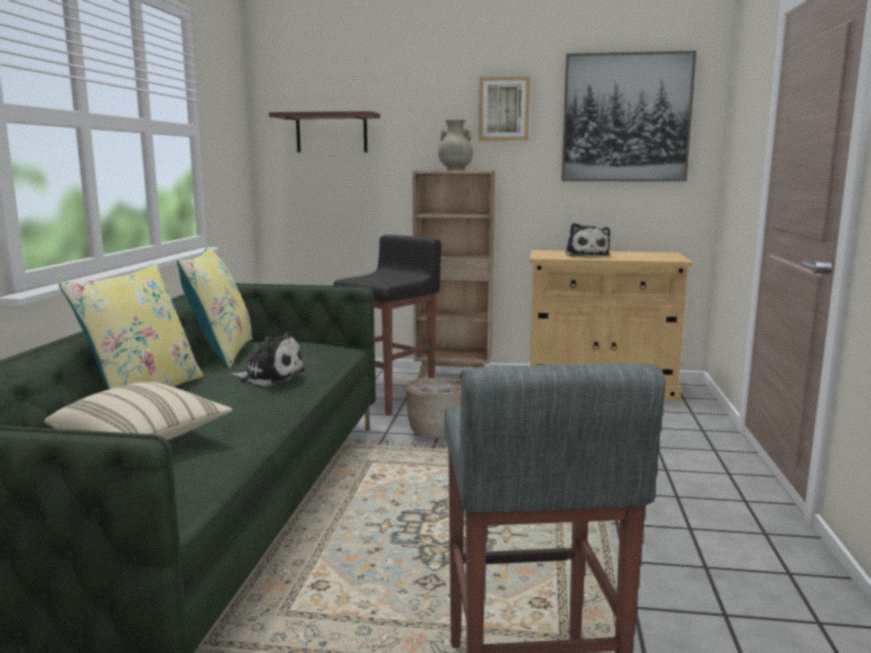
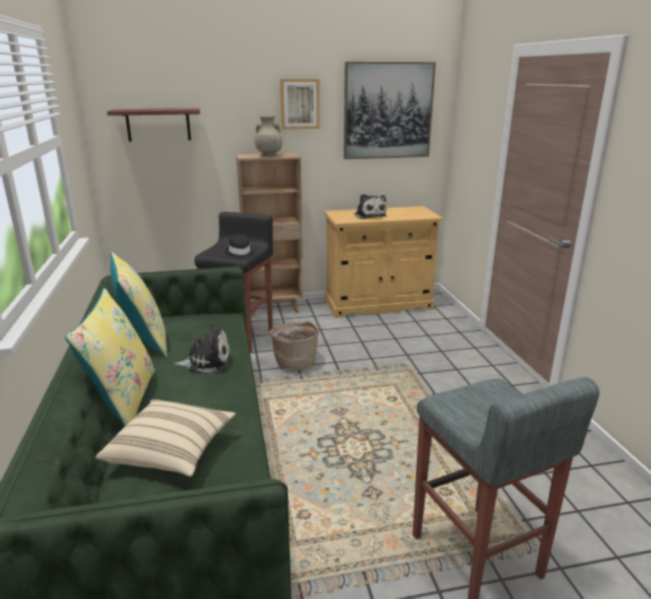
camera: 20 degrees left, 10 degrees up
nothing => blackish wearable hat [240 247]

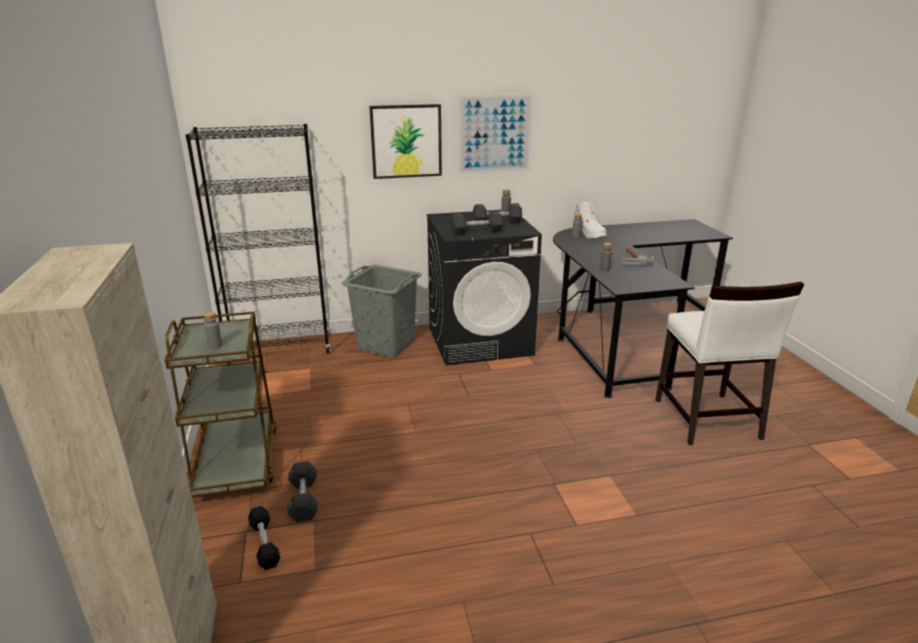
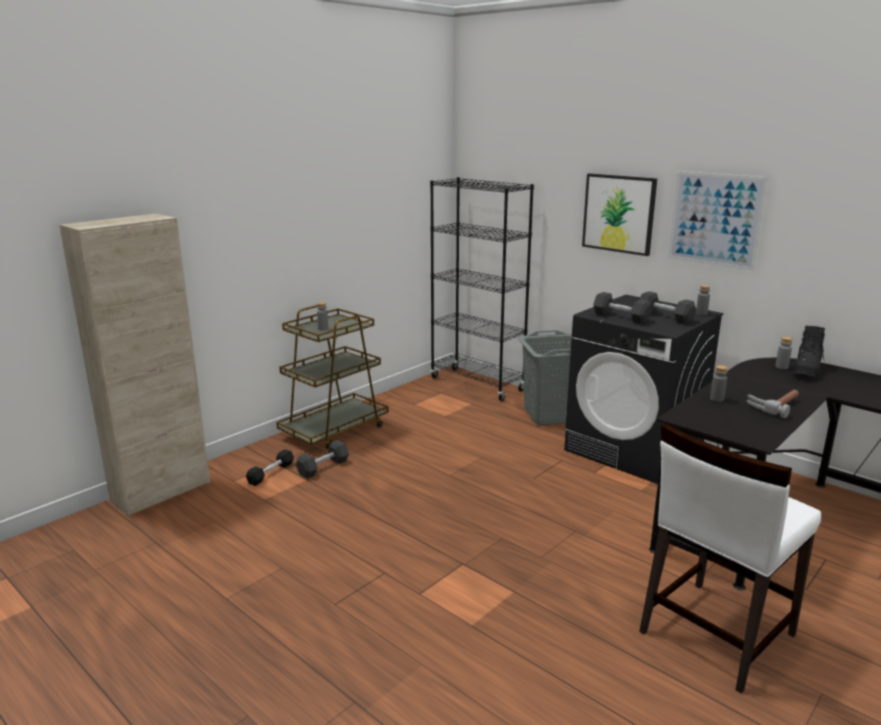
camera: 55 degrees right, 5 degrees down
whitish boot [590 220] => blackish boot [808 352]

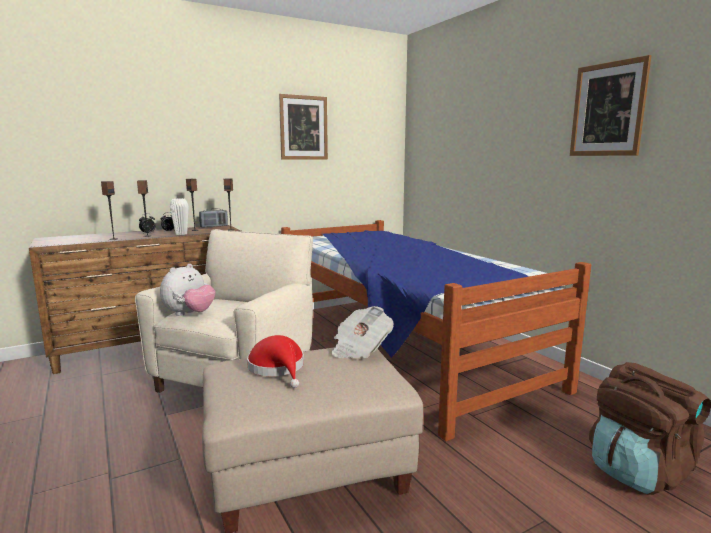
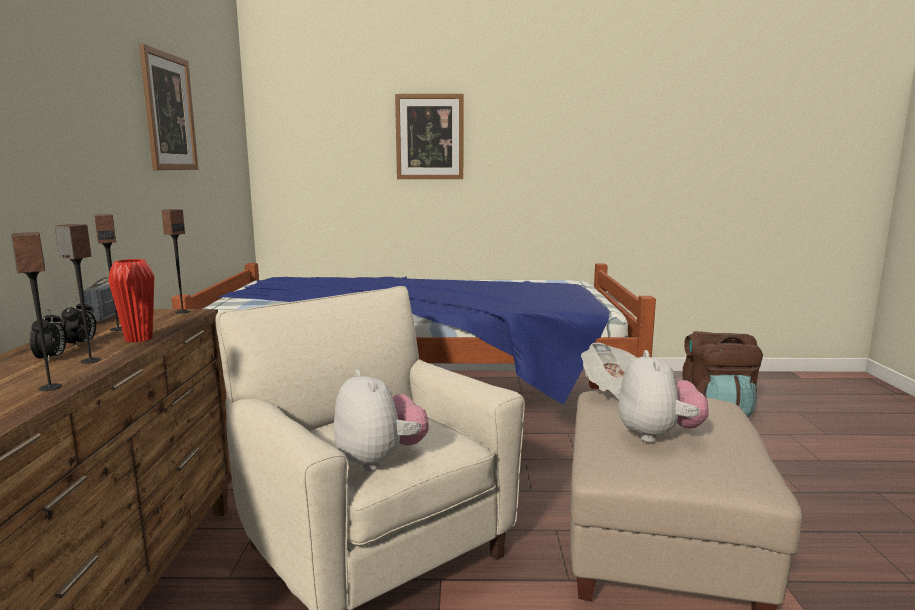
camera: 60 degrees left, 0 degrees up
whitish decorative vase [179 216] => red-coloured decorative vase [131 300]
red-coloured wearable hat [275 361] => soft toy [663 396]
wall art [611 105] => wall art [429 136], shifted

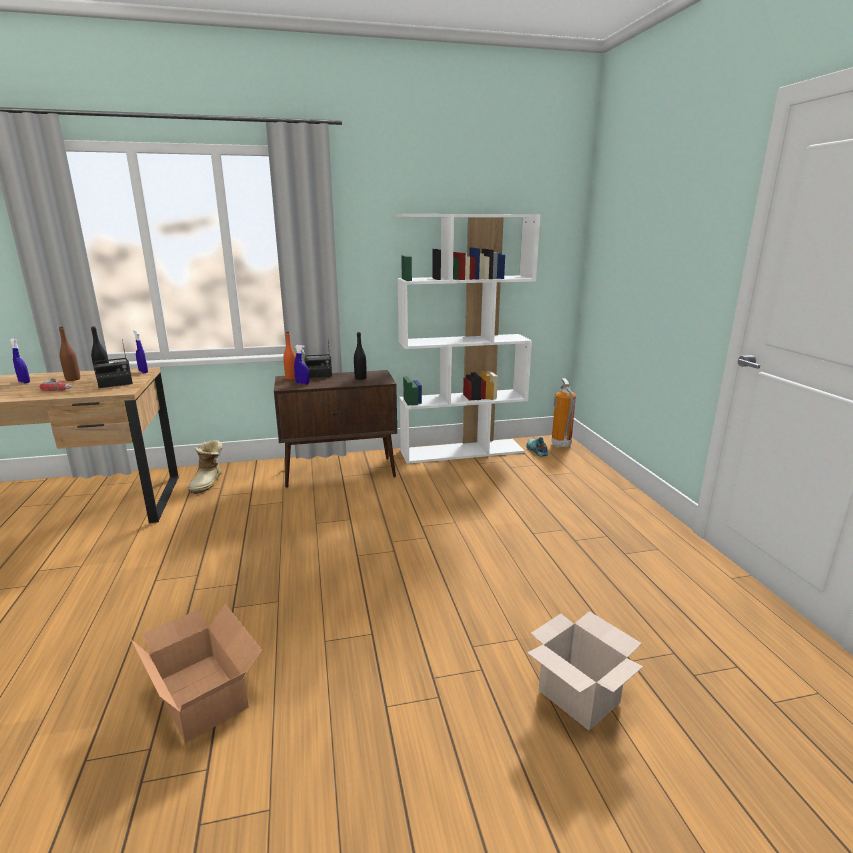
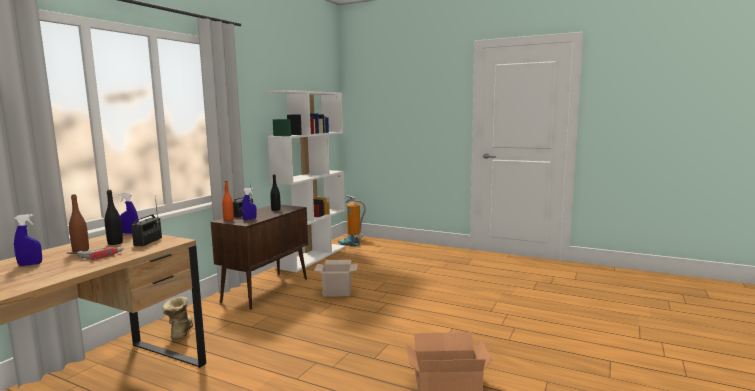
camera: 50 degrees left, 10 degrees down
boot [205 467] => boot [177 318], 150 degrees counterclockwise
packing box [585 671] => packing box [336 278], shifted

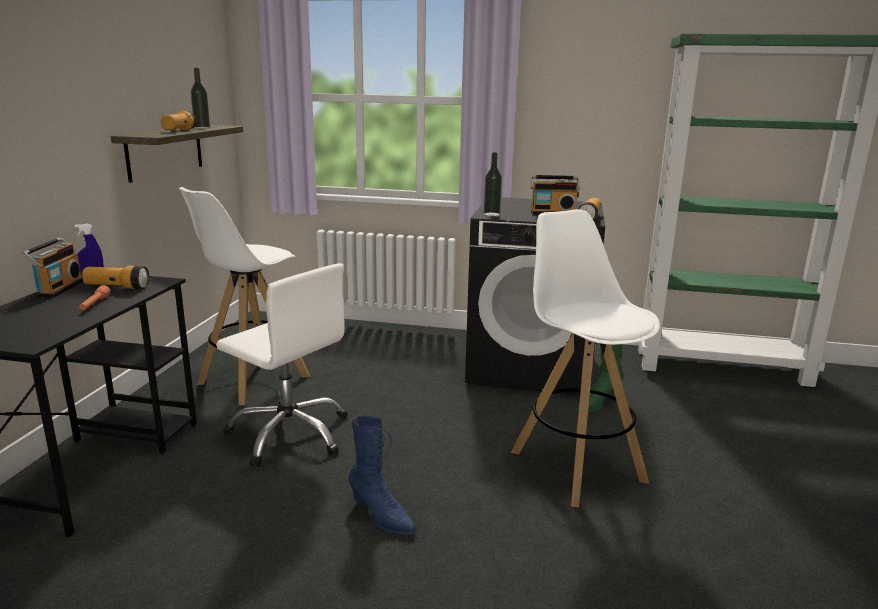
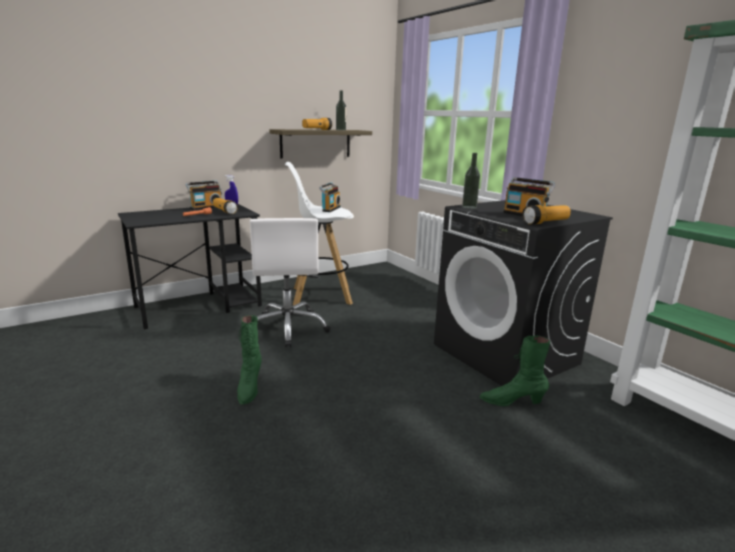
camera: 45 degrees right, 0 degrees up
blue-coloured boot [382 475] => greenish boot [249 360]
whitish sitting stool [585 358] => nothing
nothing => radio receiver [330 197]

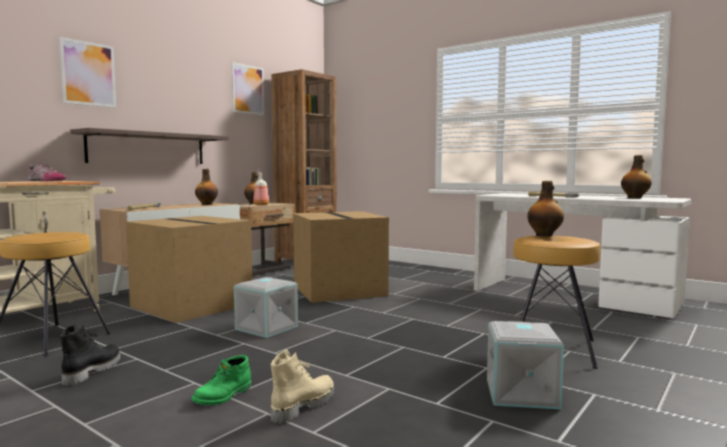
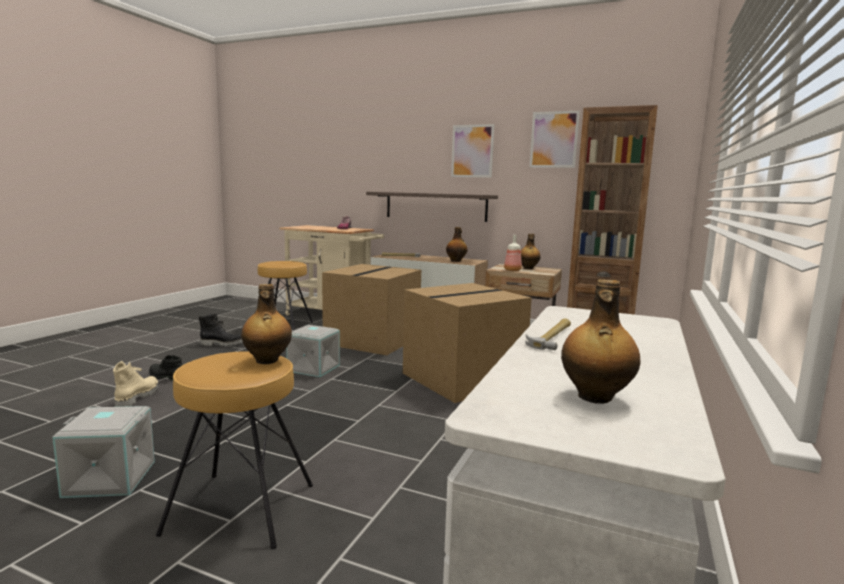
camera: 75 degrees right, 5 degrees up
wall art [87 72] => wall art [472 151], shifted
greenish boot [221 380] => blackish boot [166 367]
sand-coloured boot [303 386] => sand-coloured boot [136 384], 105 degrees counterclockwise

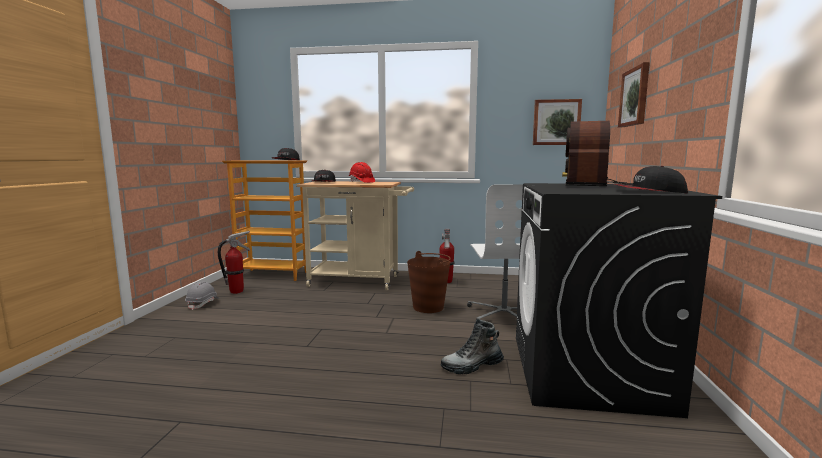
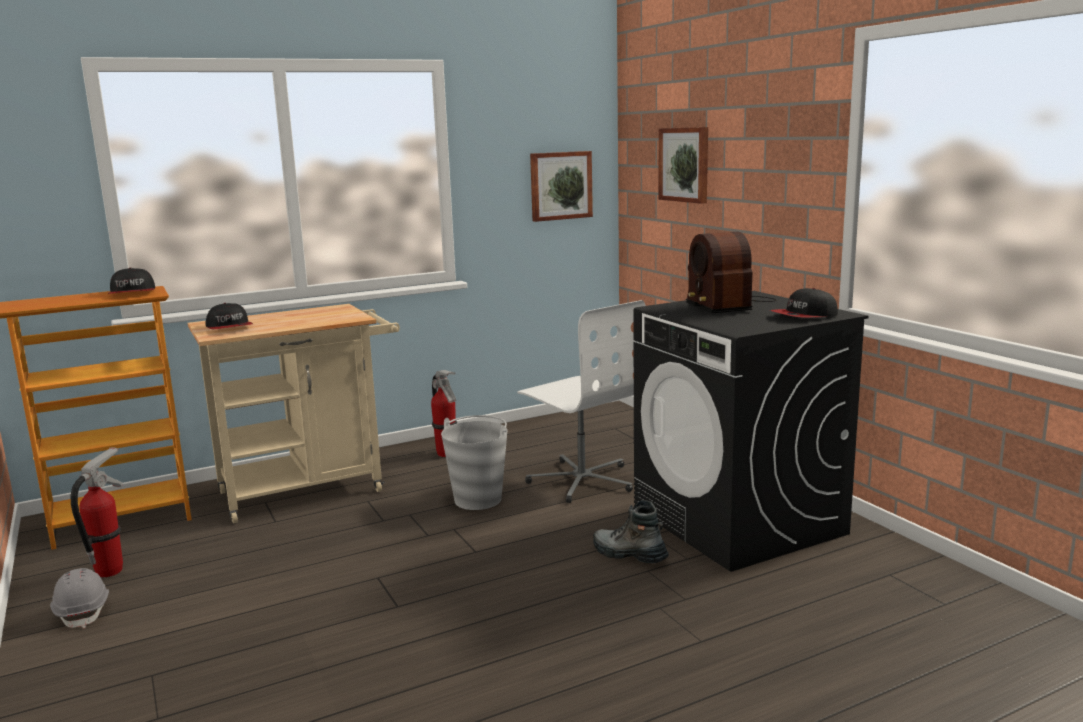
camera: 35 degrees left, 5 degrees up
red-coloured safety helmet [362 172] => nothing
brownish water bucket [429 282] => gray water bucket [474 462]
boot [472 346] => boot [631 531], 90 degrees clockwise

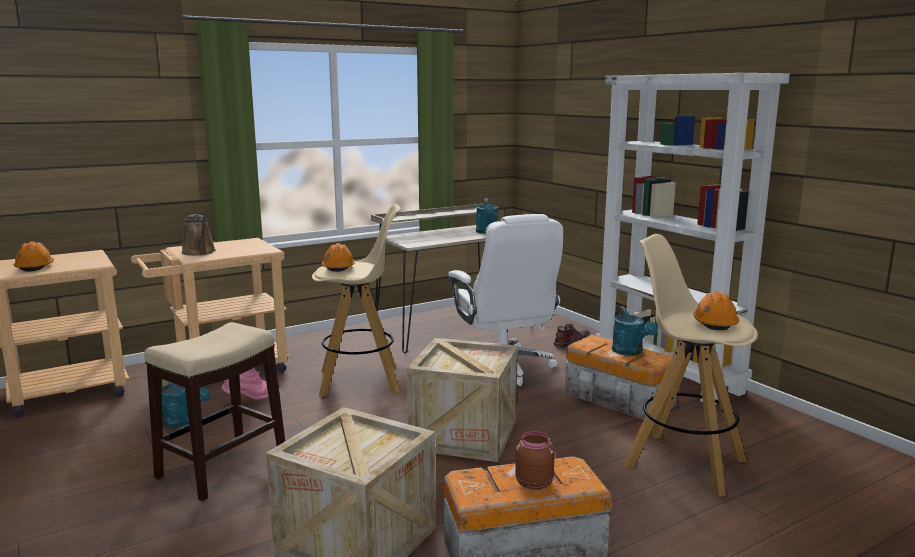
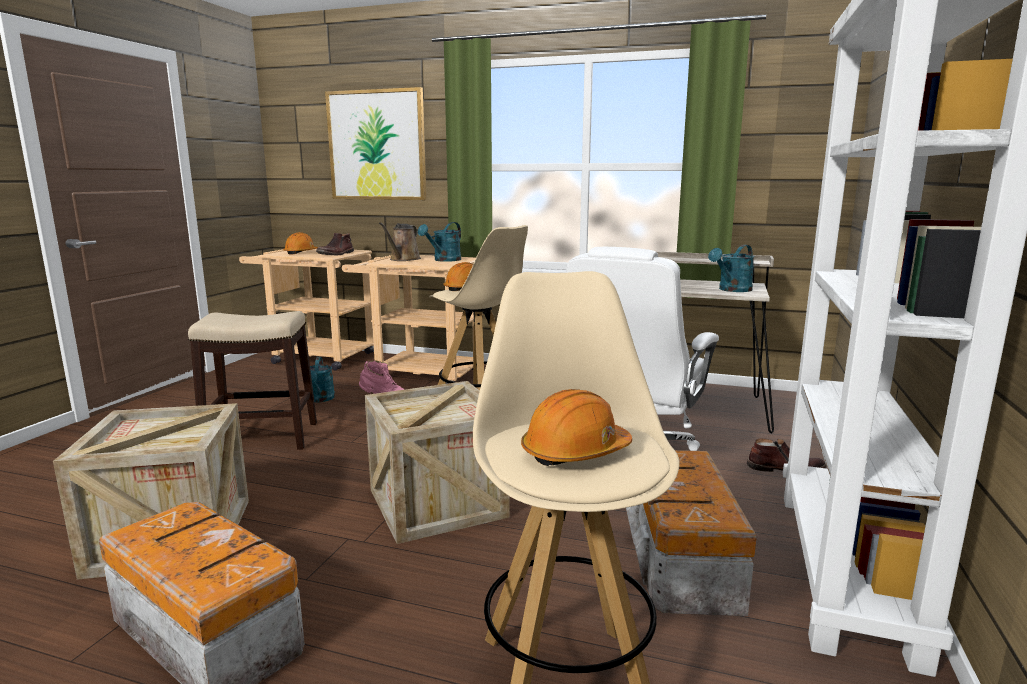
camera: 50 degrees right, 0 degrees up
brownish storage jar [535 460] => nothing
turquoise-coloured watering can [634 331] => turquoise-coloured watering can [439 242], shifted
nothing => brownish boot [335 244]
nothing => wall art [376 143]

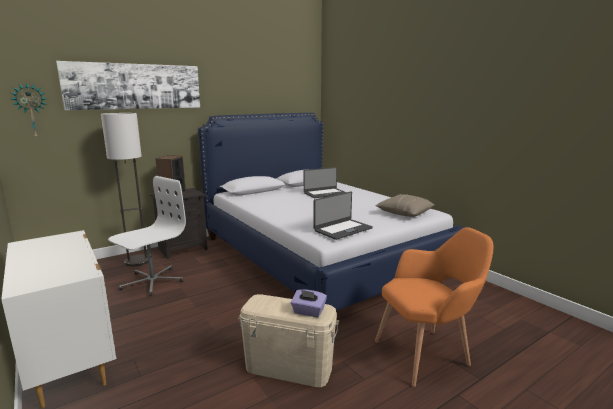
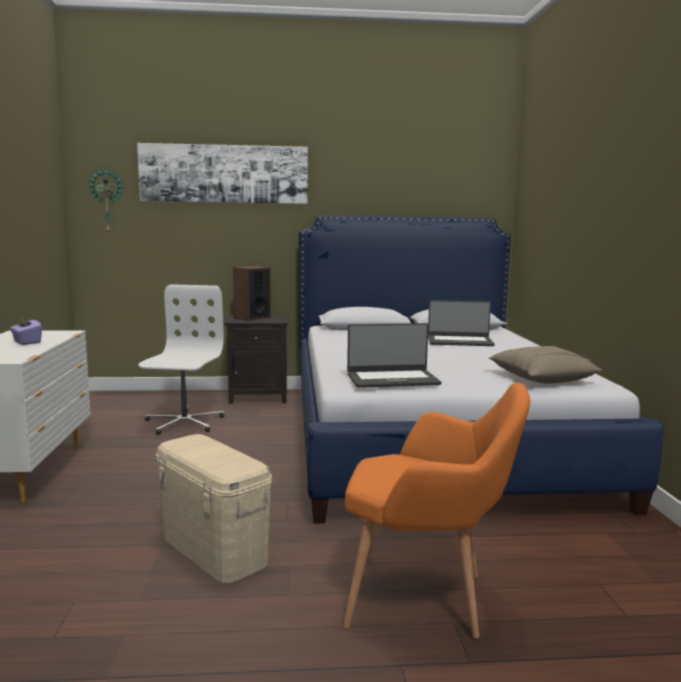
camera: 30 degrees right, 5 degrees down
standard lamp [124 189] => nothing
whitish office chair [147 236] => whitish office chair [181 359], 60 degrees counterclockwise
purple box of tissues [309 303] => purple box of tissues [26 330], shifted

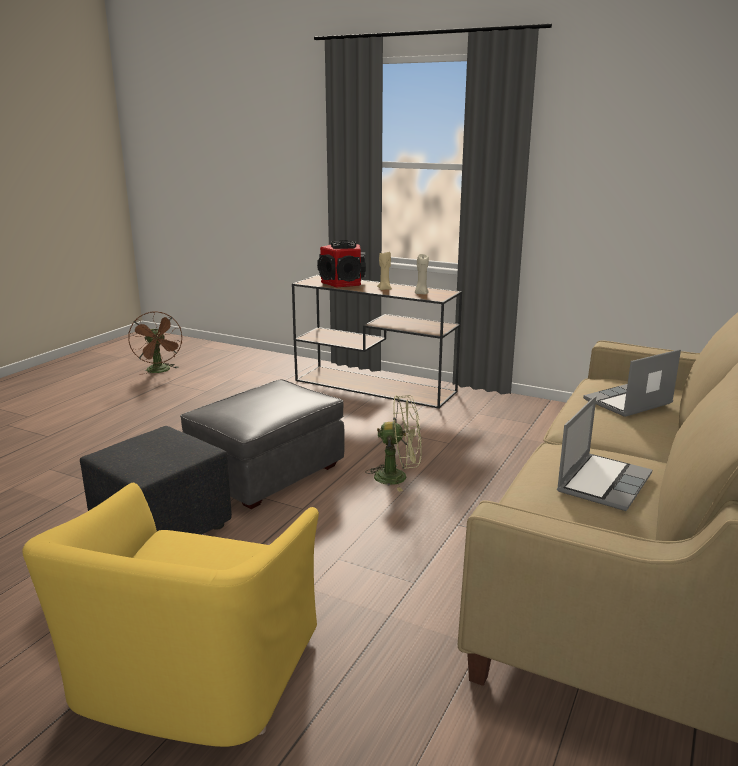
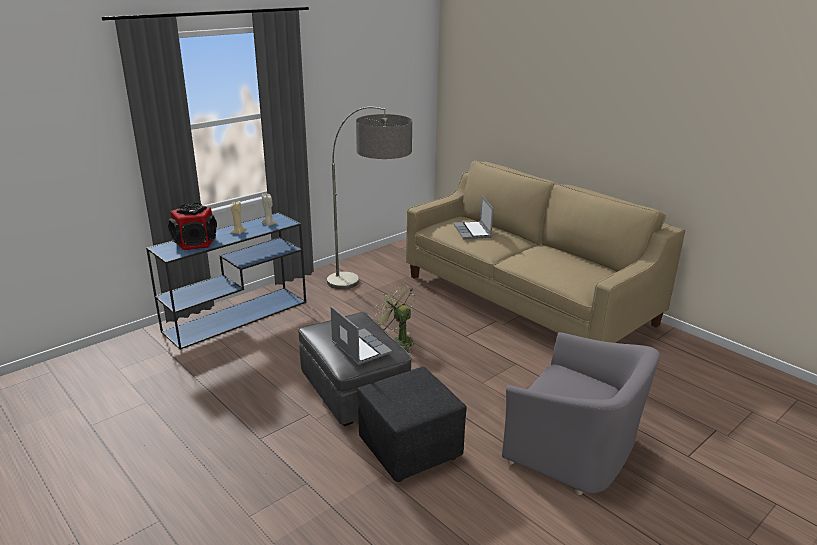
camera: 70 degrees left, 5 degrees up
yellow-coloured easy chair [170 615] => gray easy chair [581 413]
brownish cooling fan [155 343] => nothing
brownish narrow table [377 342] => blue-coloured narrow table [226 281]
greenish cooling fan [393 443] => greenish cooling fan [394 318], 75 degrees counterclockwise
portable computer [604 453] => portable computer [361 335], shifted
nothing => standard lamp [369 198]

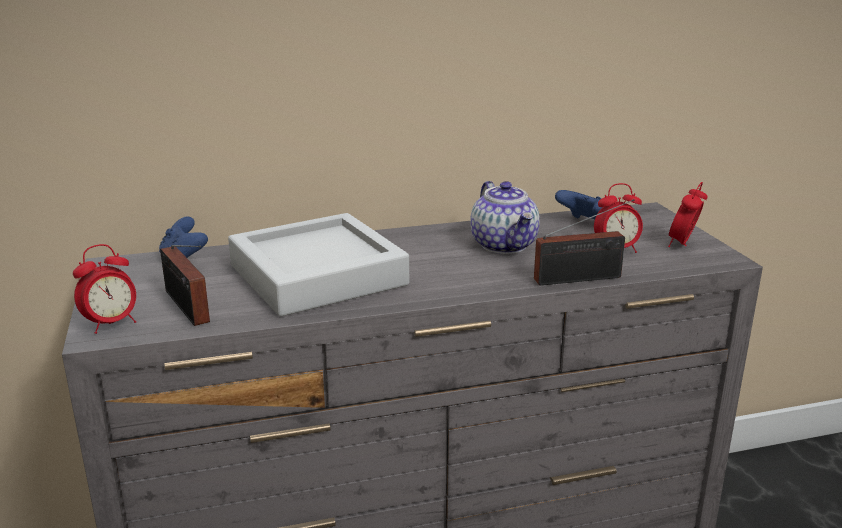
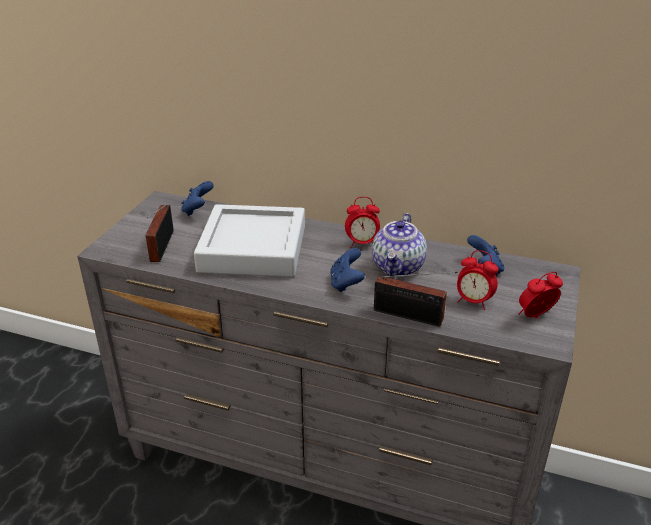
camera: 35 degrees right, 10 degrees up
alarm clock [104 289] => alarm clock [362 222], shifted
nothing => blue-coloured joypad [347 270]

